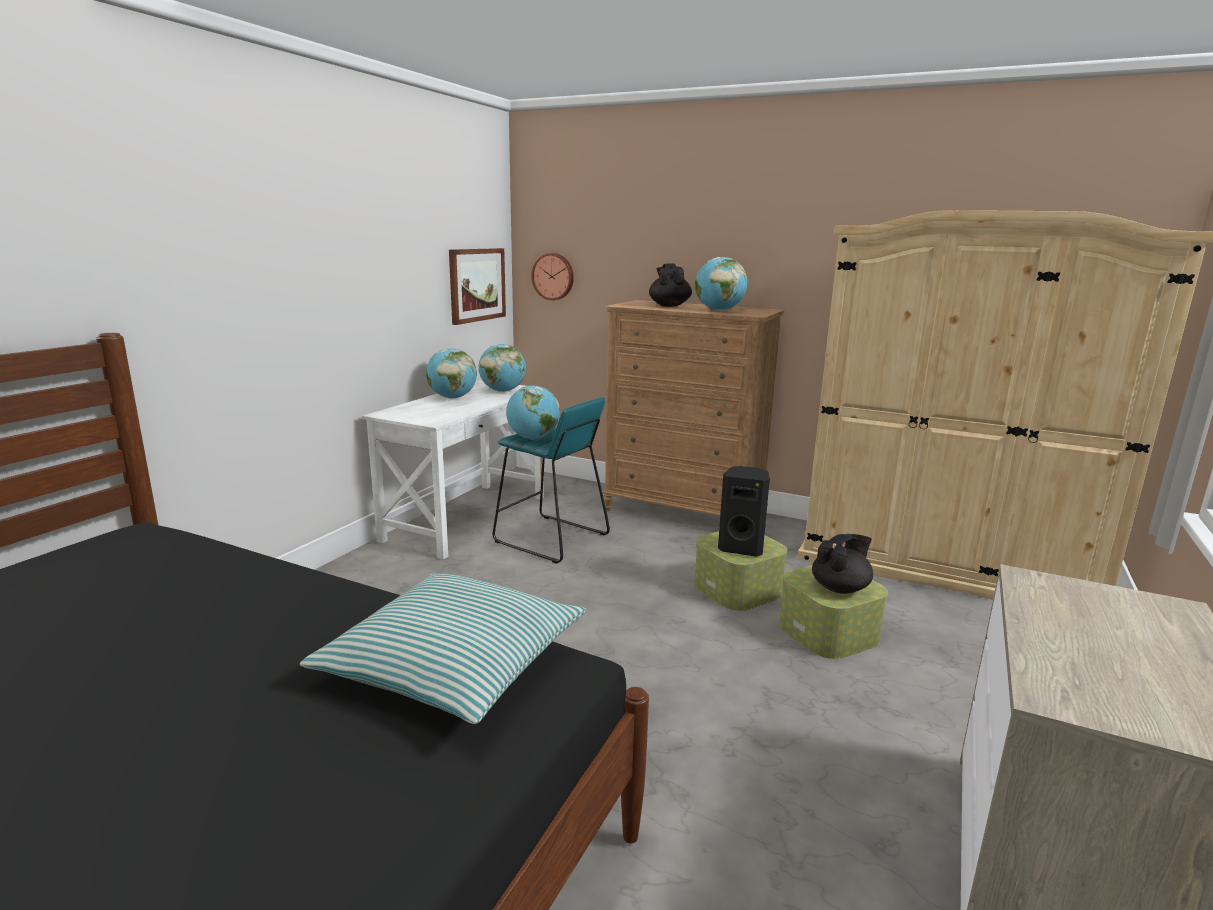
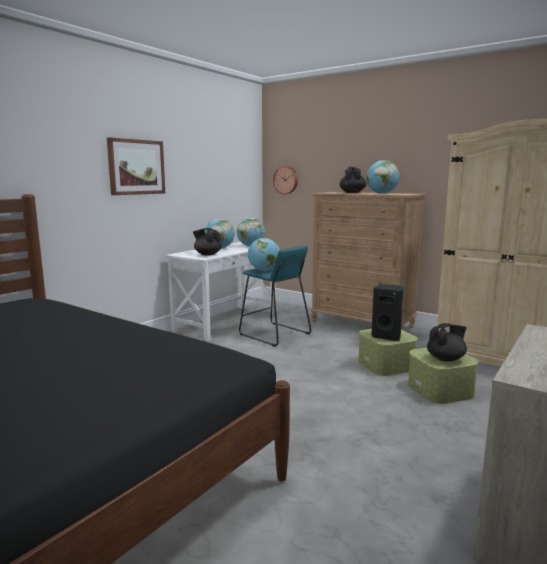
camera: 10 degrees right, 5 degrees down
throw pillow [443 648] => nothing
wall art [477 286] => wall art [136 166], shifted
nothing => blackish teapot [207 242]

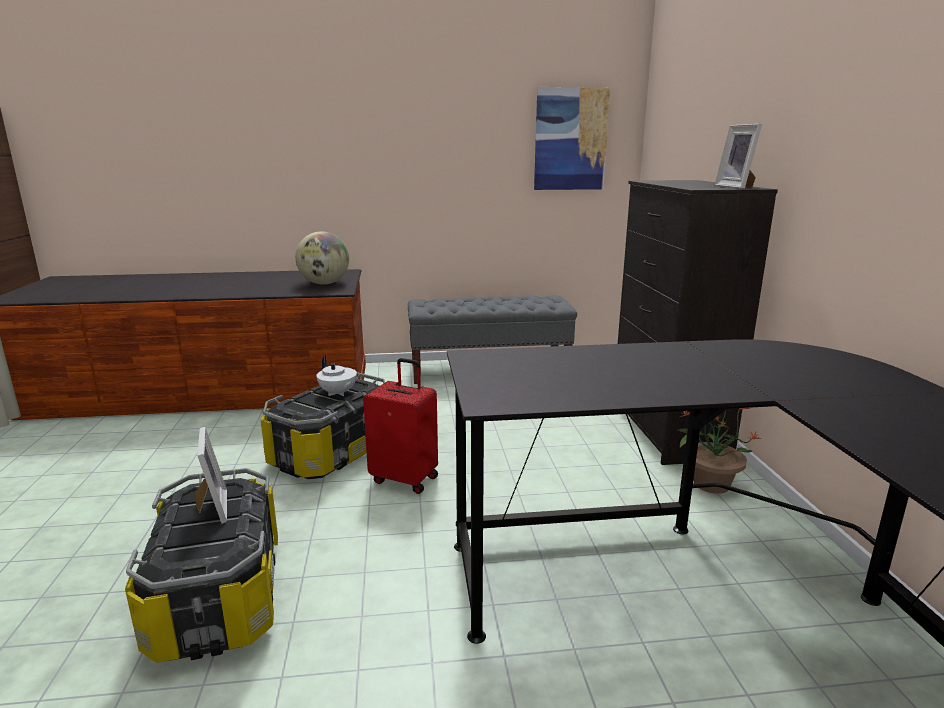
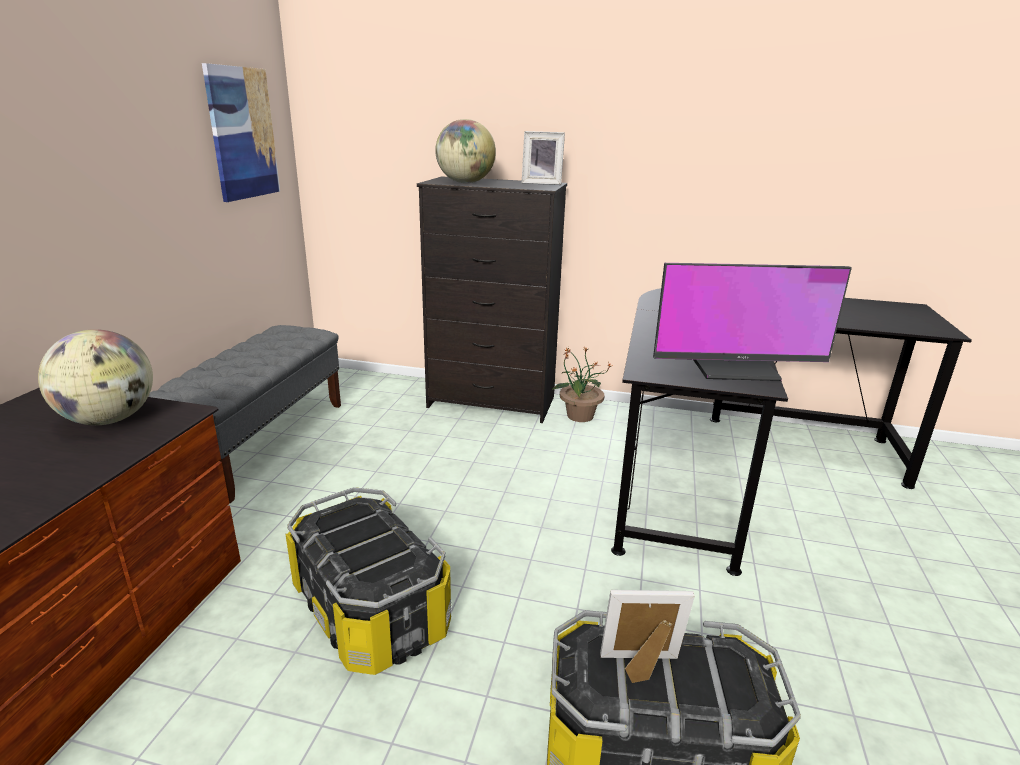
camera: 70 degrees left, 5 degrees up
whitish teapot [336 375] => nothing
red-coloured suitcase [400 426] => nothing
nothing => desk globe [465 151]
nothing => computer display [752 322]

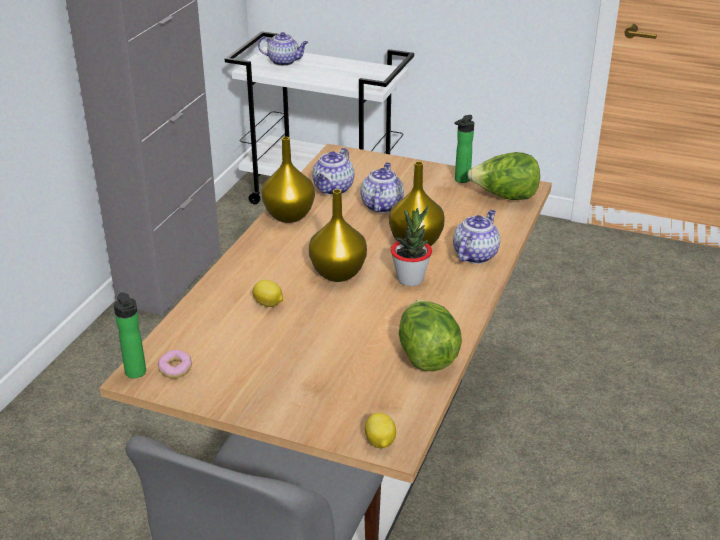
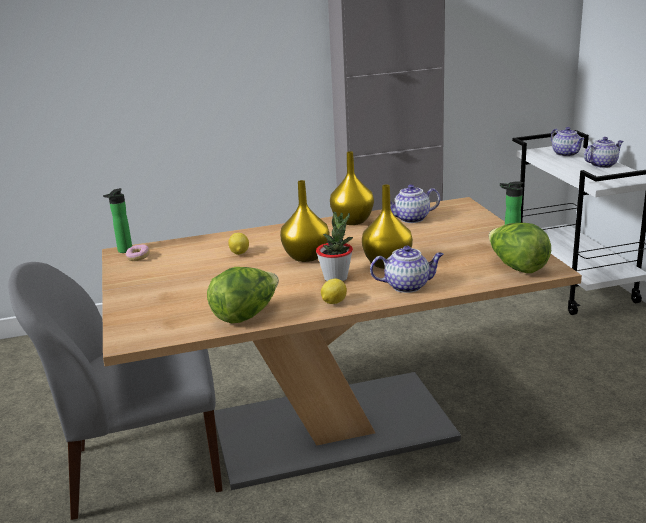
camera: 55 degrees right, 10 degrees down
teapot [382 188] => teapot [603 152], shifted
whole lemon [380 430] => whole lemon [334 291], shifted

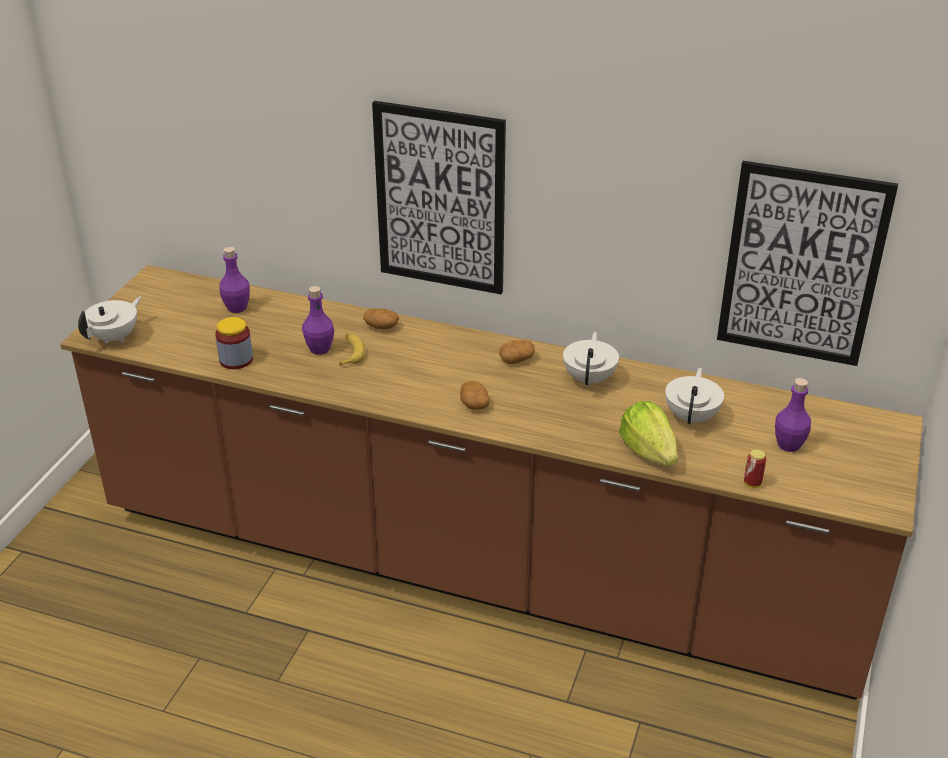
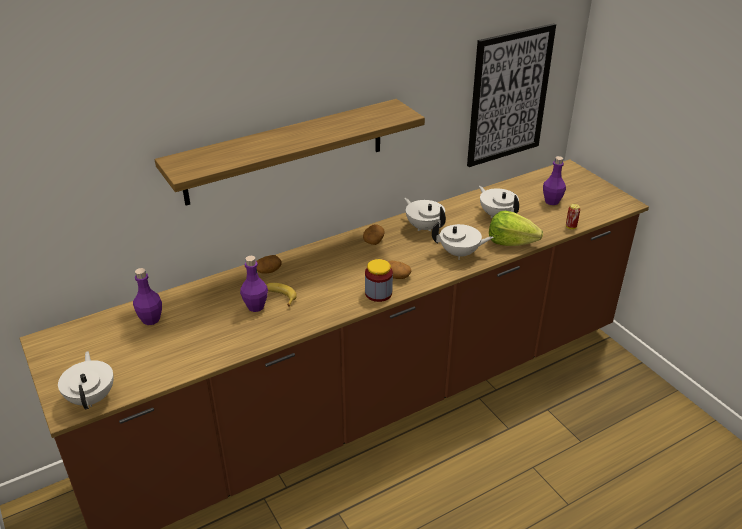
camera: 50 degrees left, 0 degrees up
storage jar [234 343] => storage jar [379 280], shifted
wall art [439 197] => wall shelf [290 152]
nothing => whitish teapot [463 241]

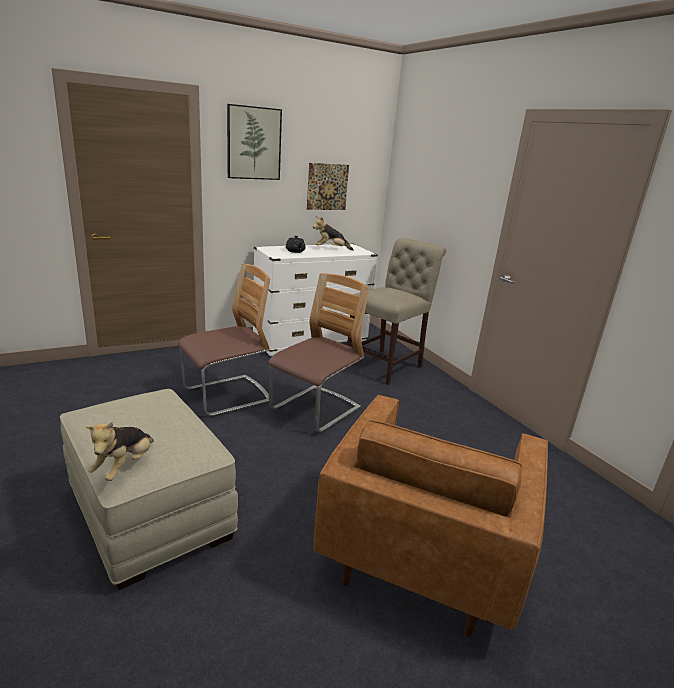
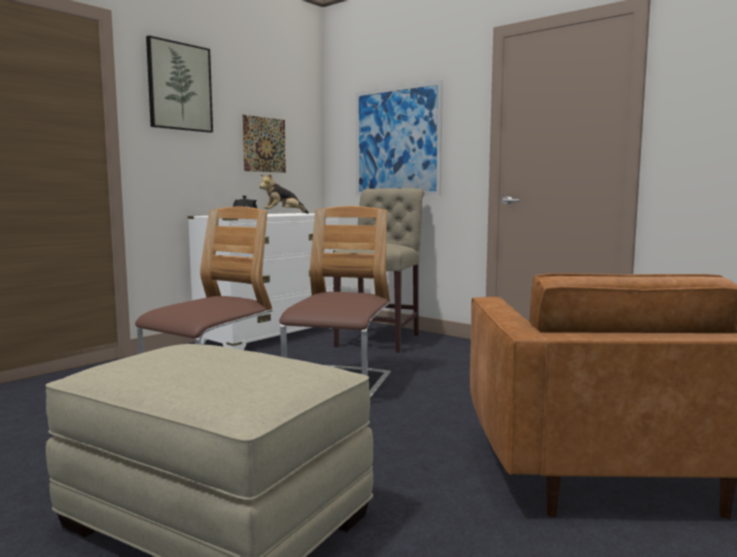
camera: 20 degrees left, 15 degrees down
soft toy [120 451] => nothing
nothing => wall art [399 138]

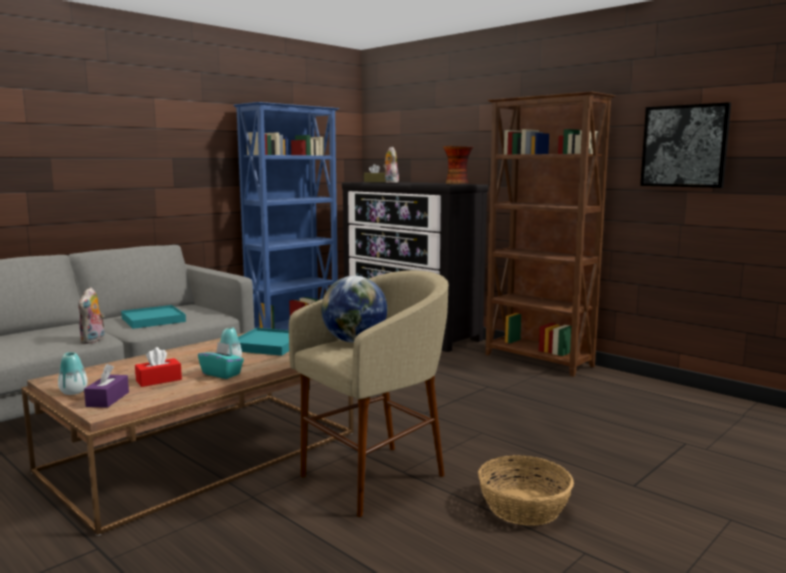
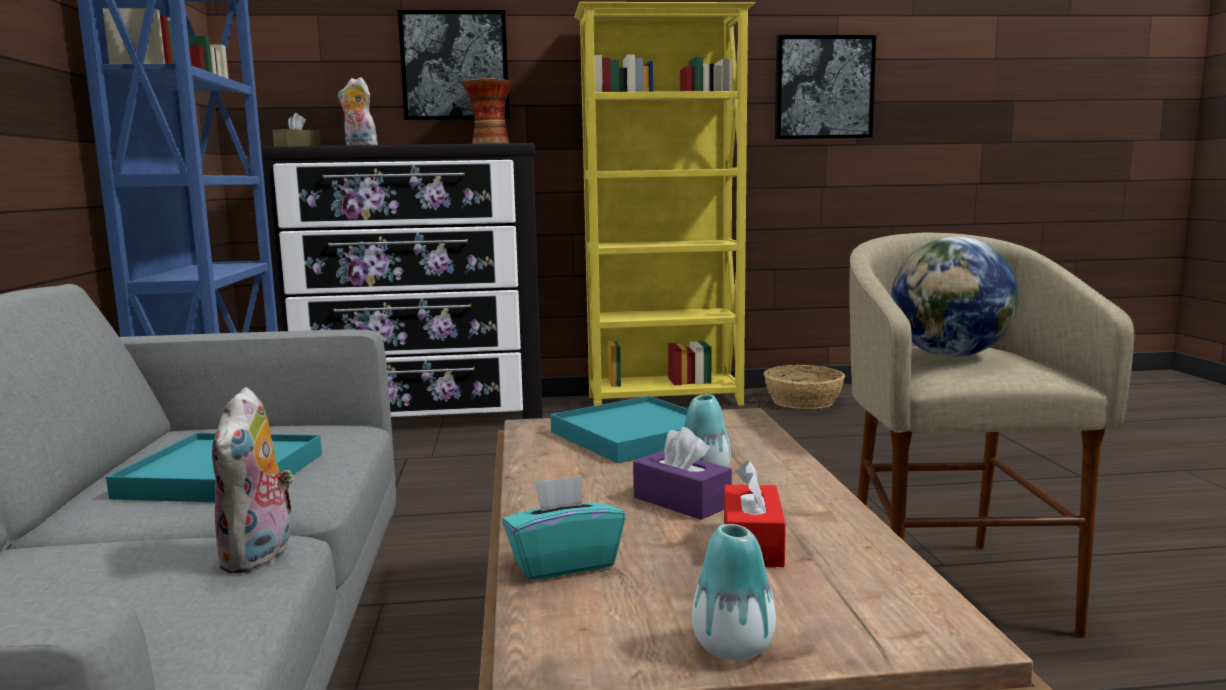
camera: 50 degrees left, 0 degrees up
soft toy [91 315] => soft toy [253 480], 45 degrees clockwise
purple box of tissues [106 386] => purple box of tissues [682 473], shifted
turquoise-coloured box of tissues [221 360] => turquoise-coloured box of tissues [563 528], shifted
basket [526 490] => basket [804 387], shifted
brownish bookcase [550 234] => yellow-coloured bookcase [664 204]
nothing => wall art [454 65]

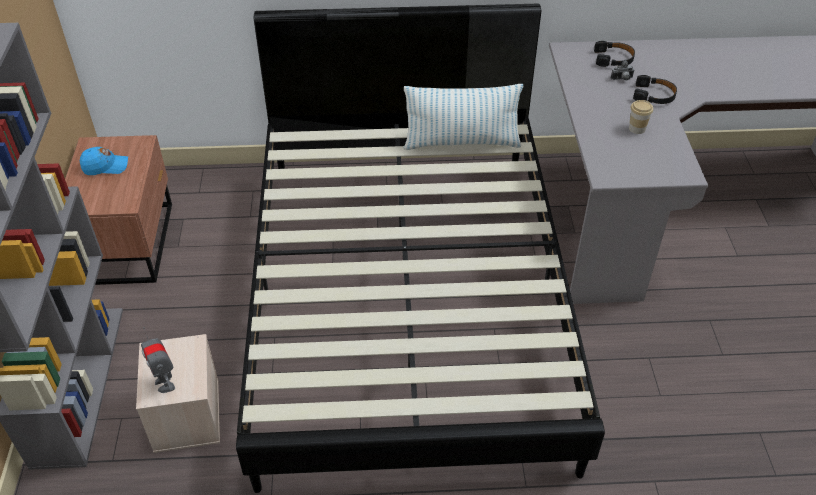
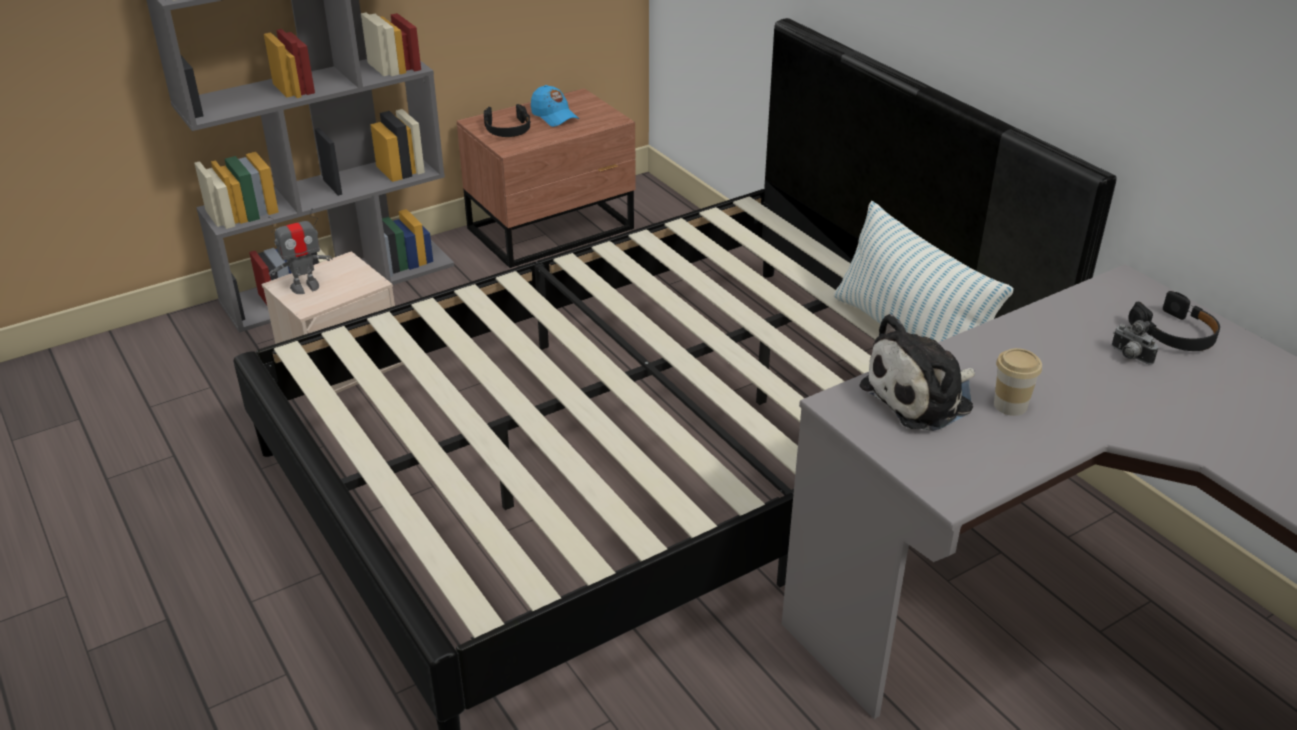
camera: 60 degrees right, 10 degrees down
robot figure [158 360] => robot figure [300 251], 150 degrees counterclockwise
blackish headphones [655 89] => blackish headphones [507 120], shifted
nothing => soft toy [917 372]

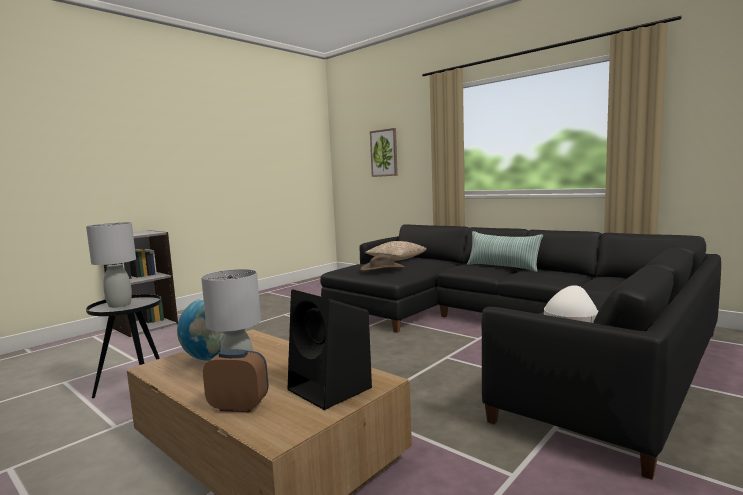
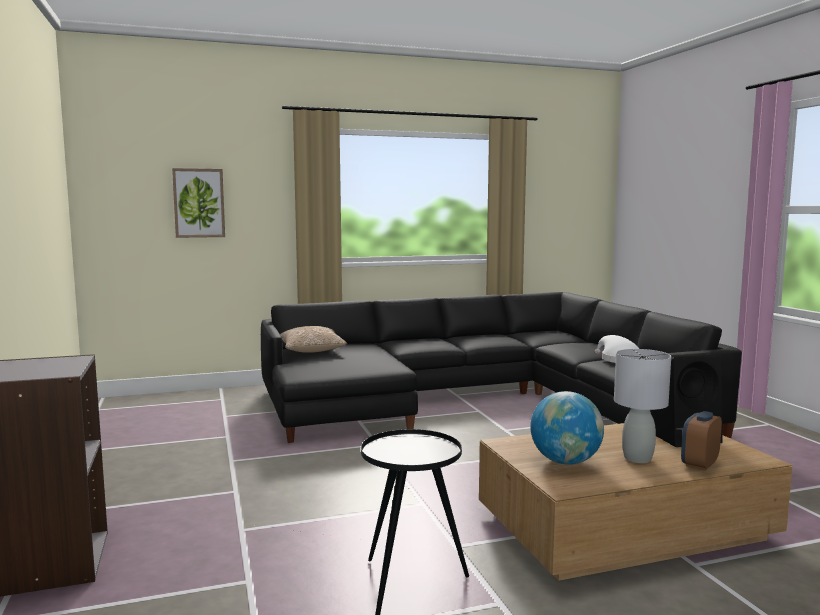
camera: 60 degrees left, 0 degrees up
gray lamp for a table [111 265] => nothing
brownish wearable hat [382 262] => nothing
throw pillow [505 251] => nothing

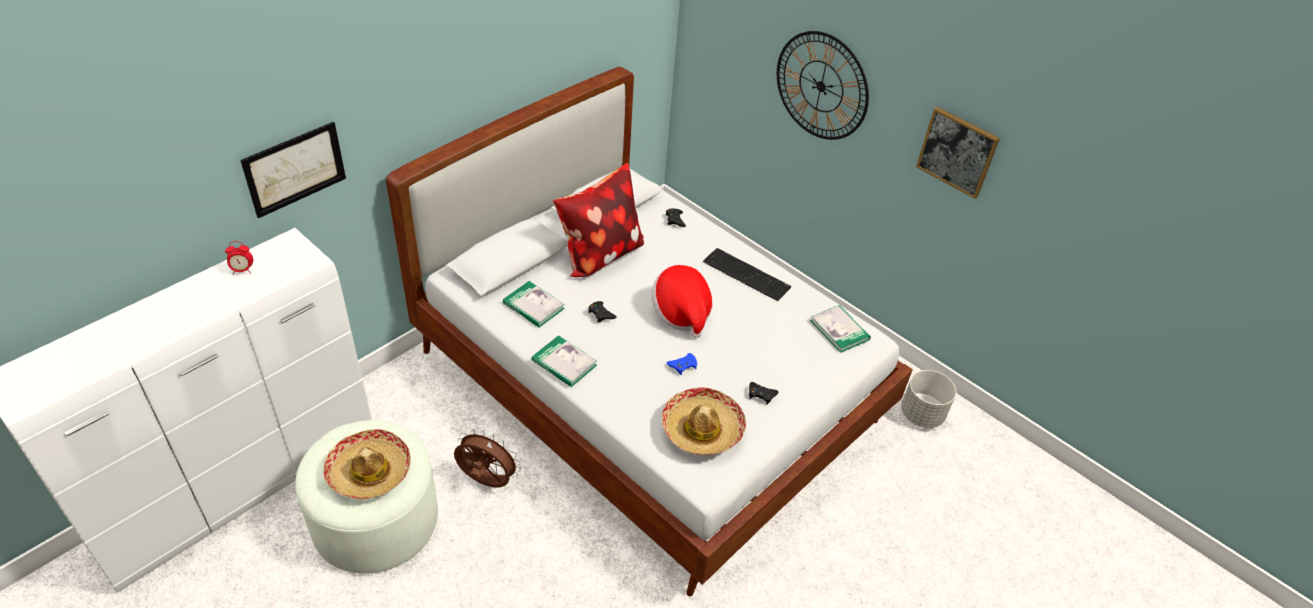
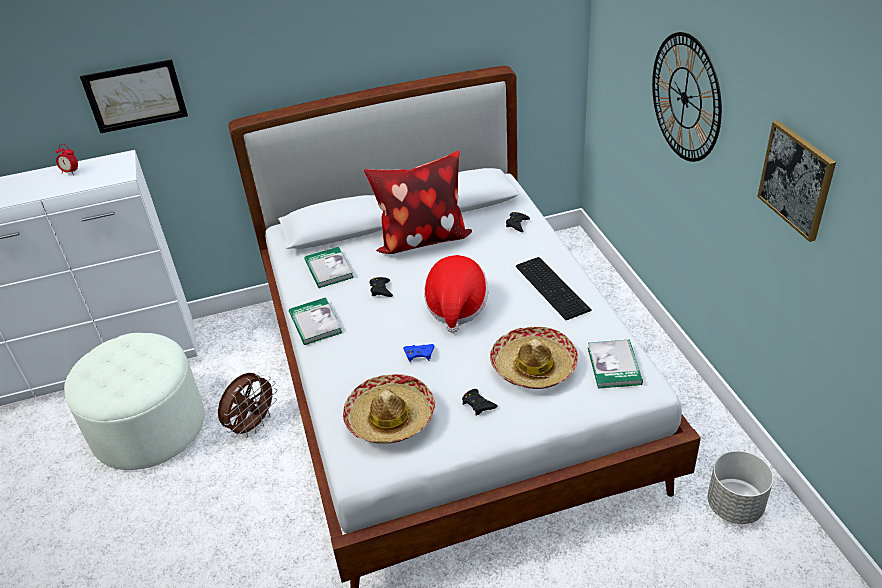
camera: 35 degrees right, 5 degrees down
wearable hat [367 464] => wearable hat [534 358], shifted
brownish cooling fan [487 458] => brownish cooling fan [247 405], 75 degrees clockwise

